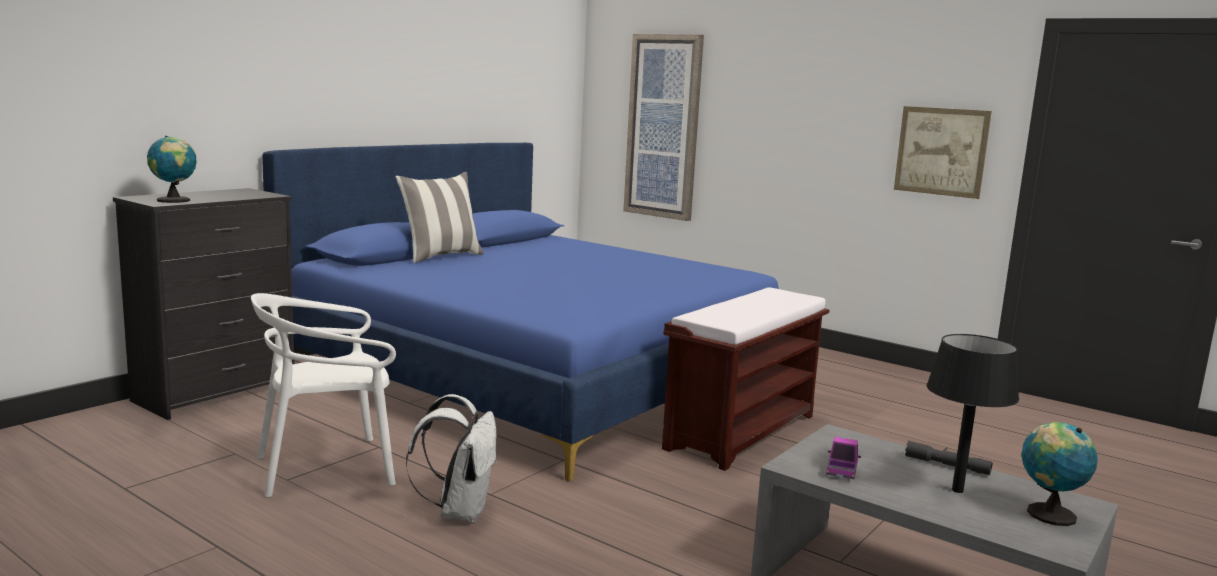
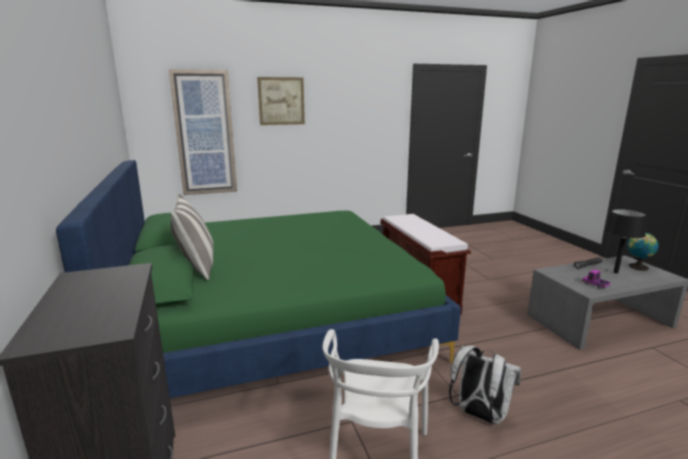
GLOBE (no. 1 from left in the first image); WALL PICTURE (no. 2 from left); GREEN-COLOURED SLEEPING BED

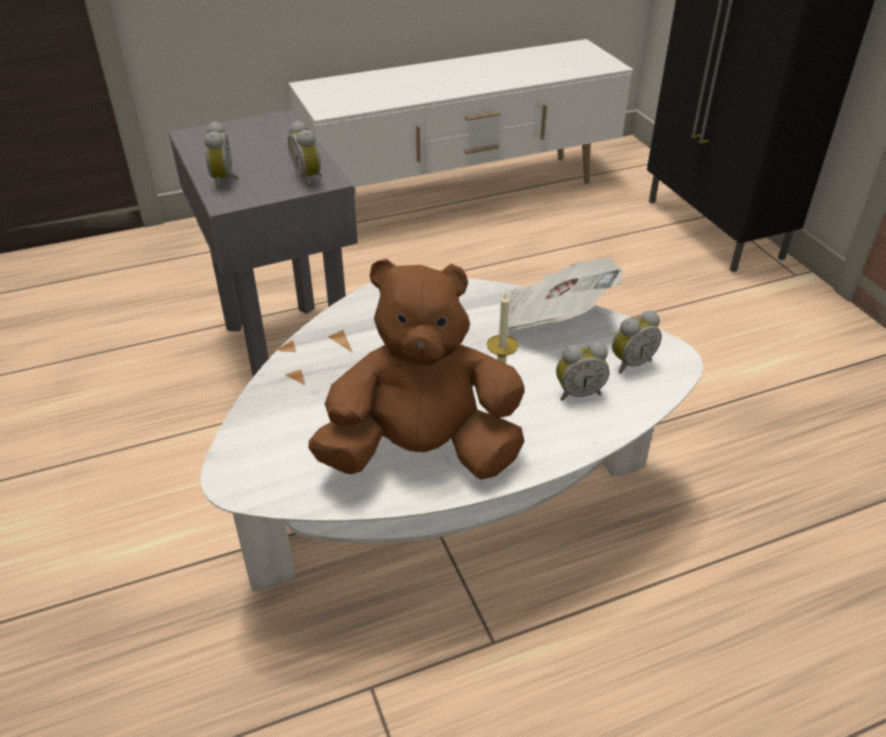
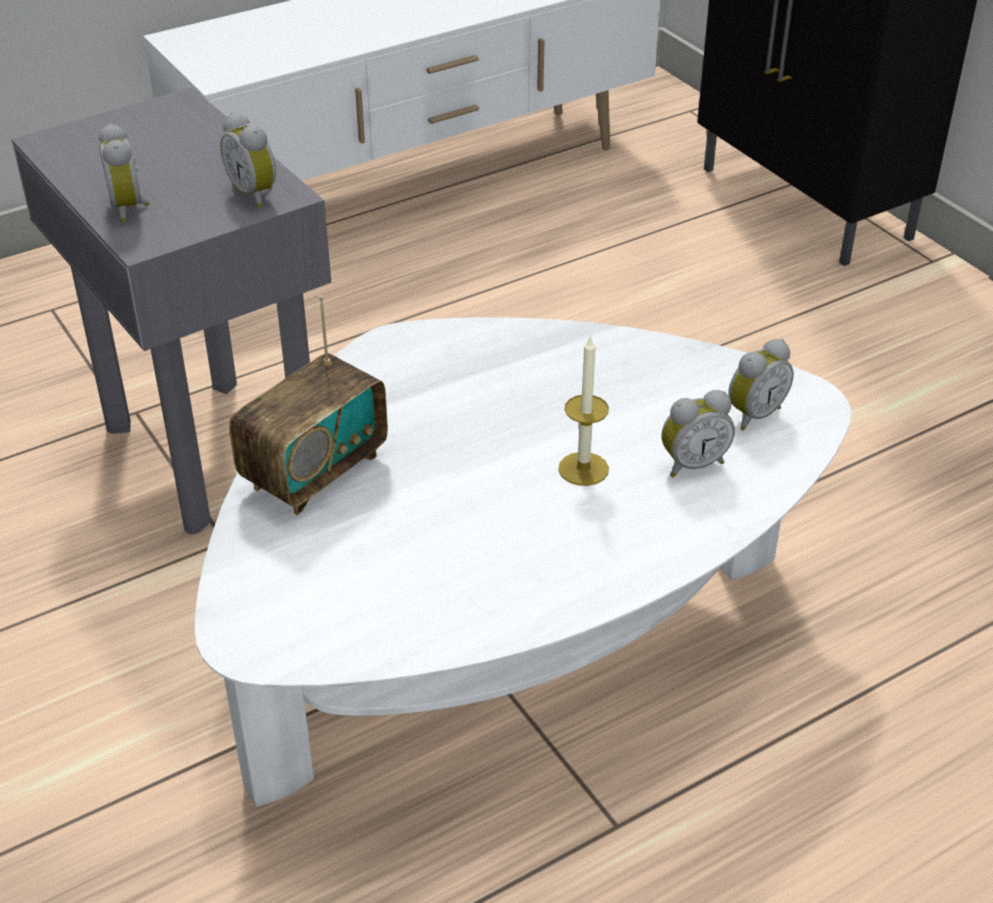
BROWNISH PLUSH TOY; NEWSPAPER; RADIO RECEIVER

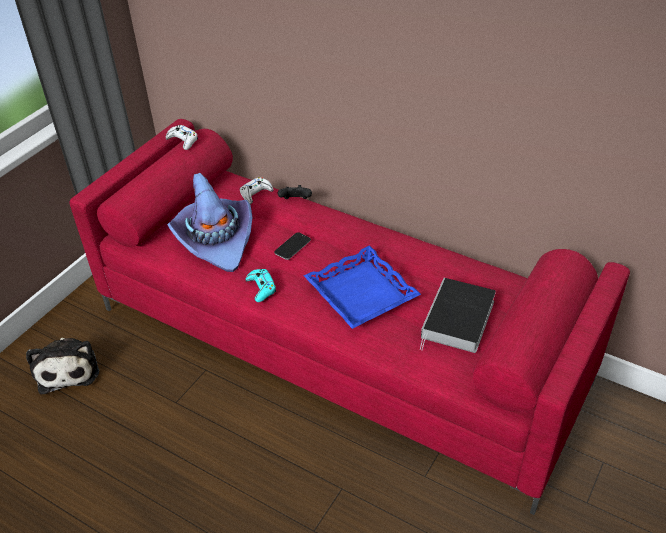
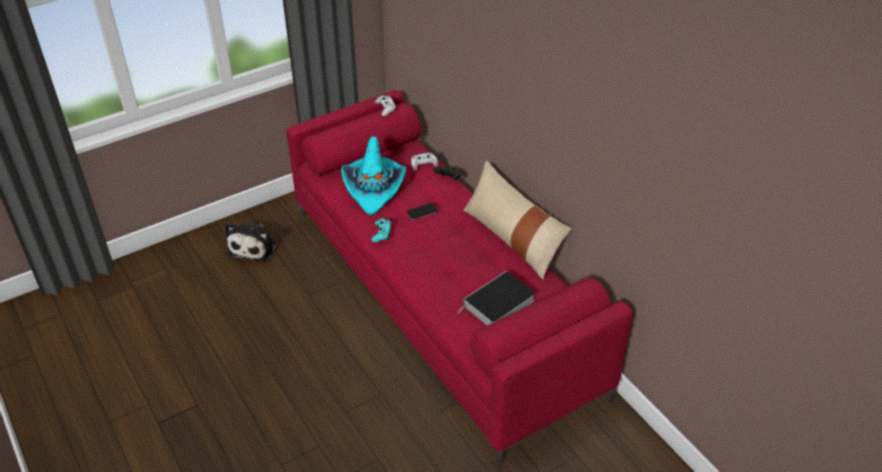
BLUE-COLOURED CARRYING TRAY; SAND-COLOURED PILLOW; TURQUOISE-COLOURED CLOTHING HAT

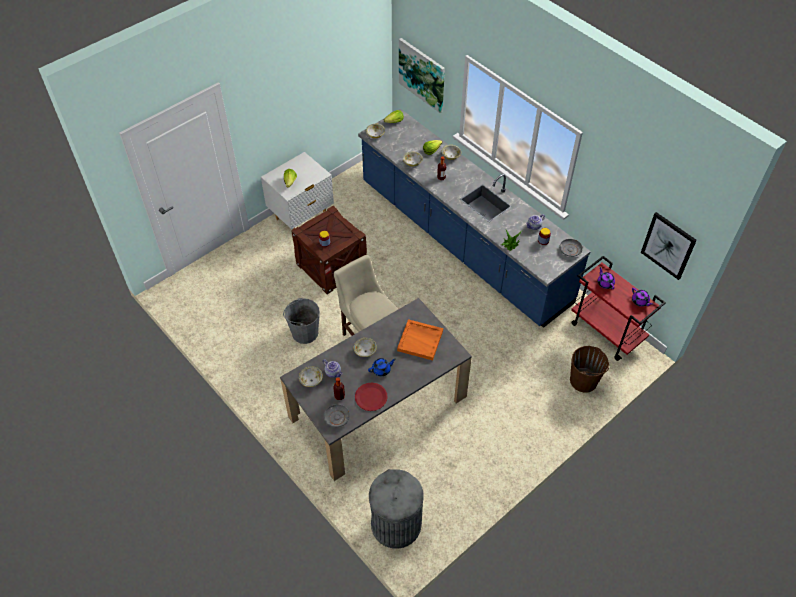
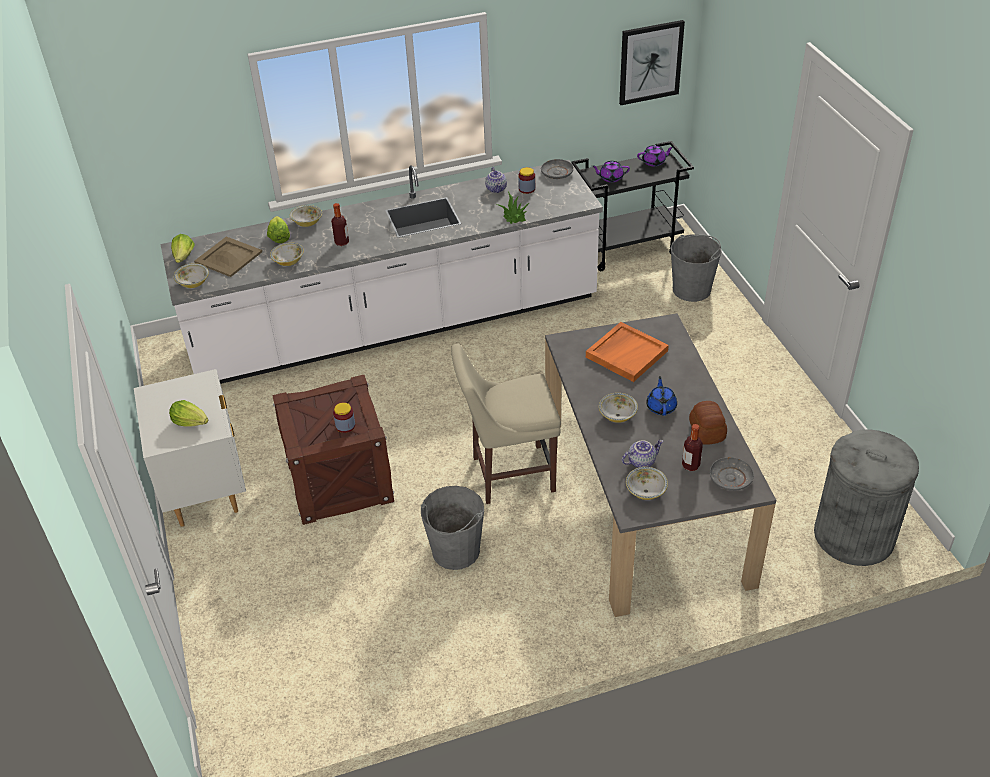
WALL PICTURE (no. 1 from left in the first image); SAND-COLOURED CARRYING TRAY; BAKED BREAD; WHITISH KITCHEN COUNTER; GRAY BUCKET (no. 2 from left); BLACKISH WHEELED CART

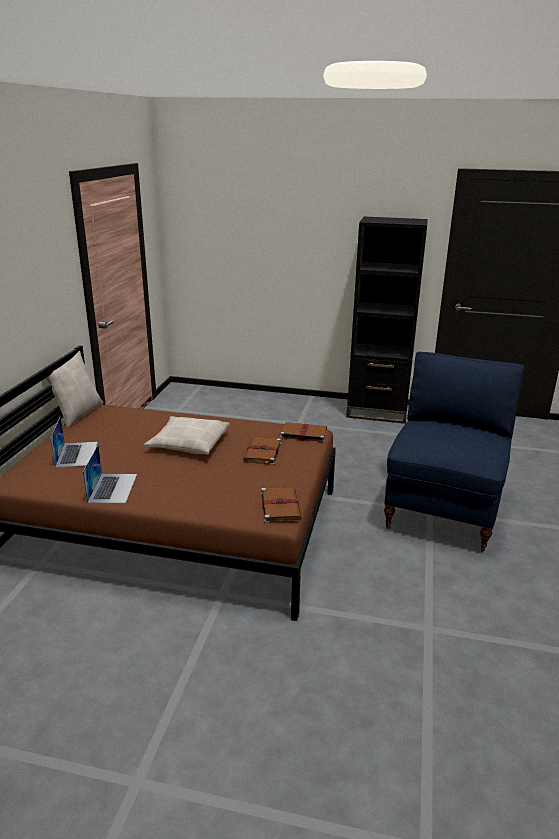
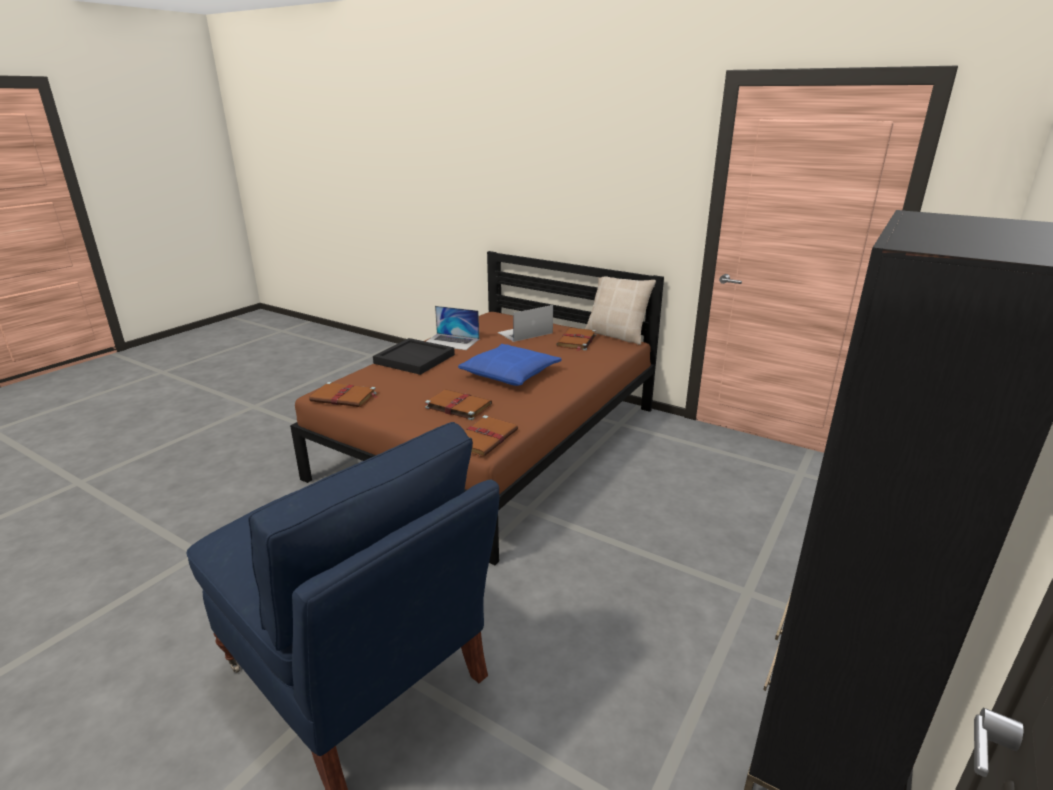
BLACKISH CARRYING TRAY; BROWNISH VOLUME (no. 4 from left); BLUE-COLOURED PILLOW; LAPTOP (no. 2 from left)

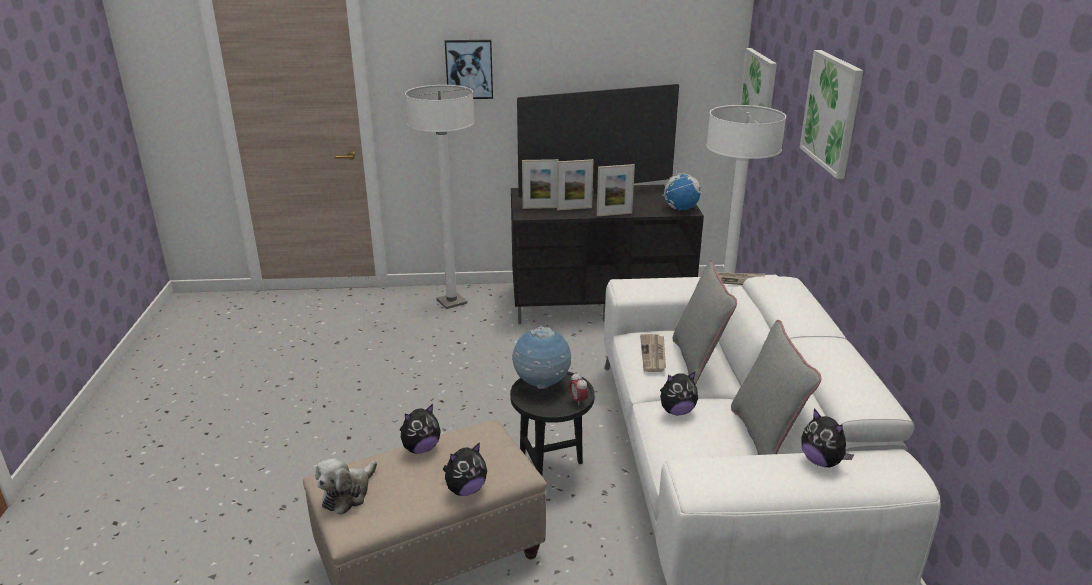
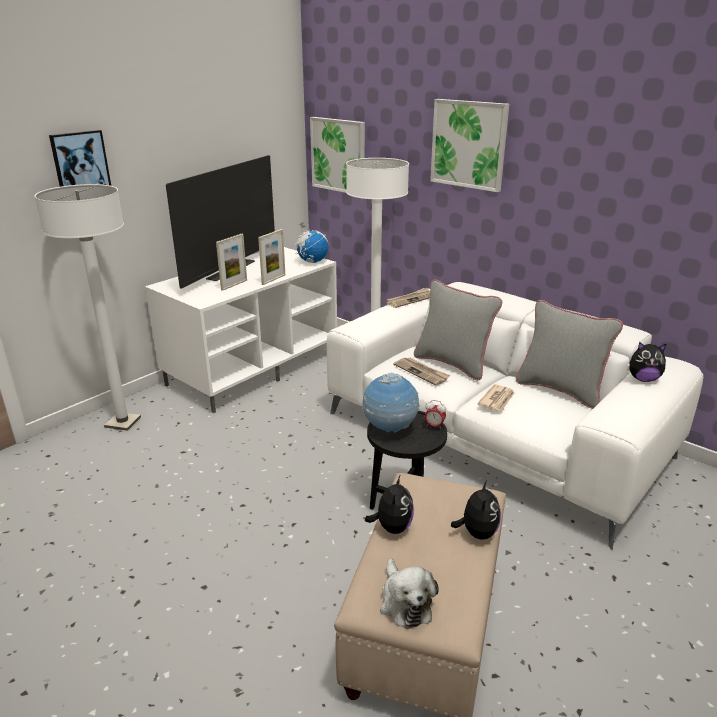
STANDING FRAME (no. 1 from left in the first image); NEWSPAPER (no. 3 from left); WHITISH TV STAND

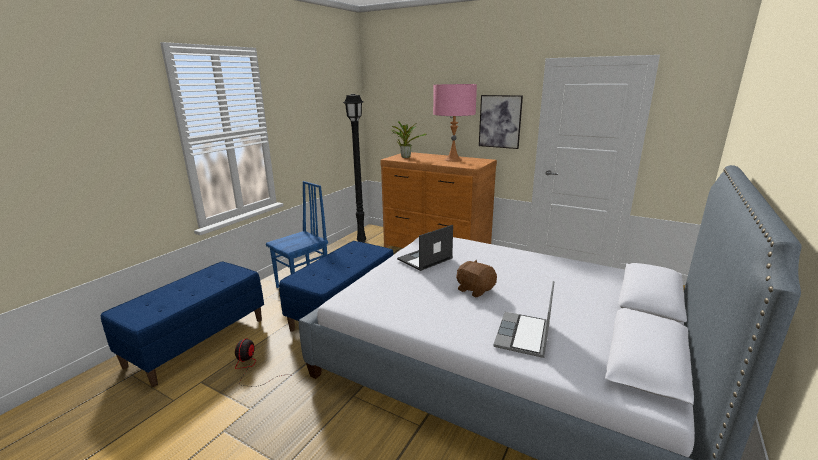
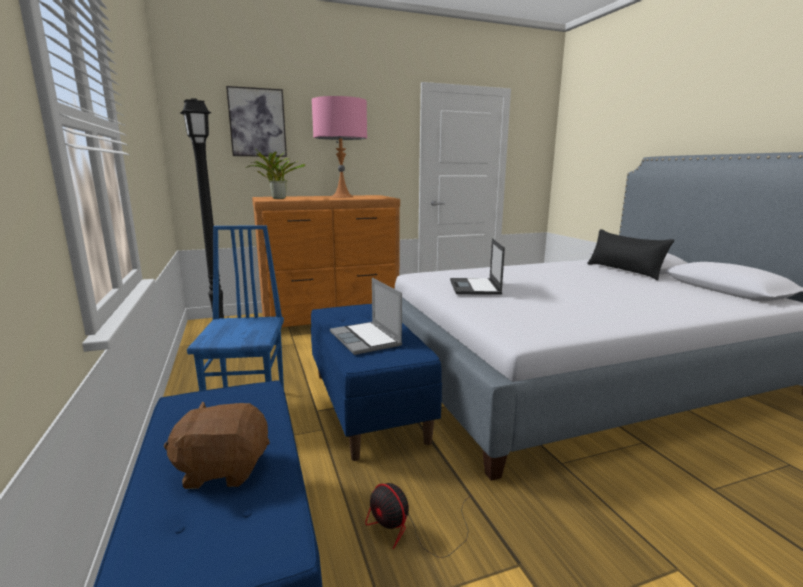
BLACKISH PILLOW; BROWNISH PLUSH TOY; WALL PICTURE; LAPTOP (no. 1 from left)

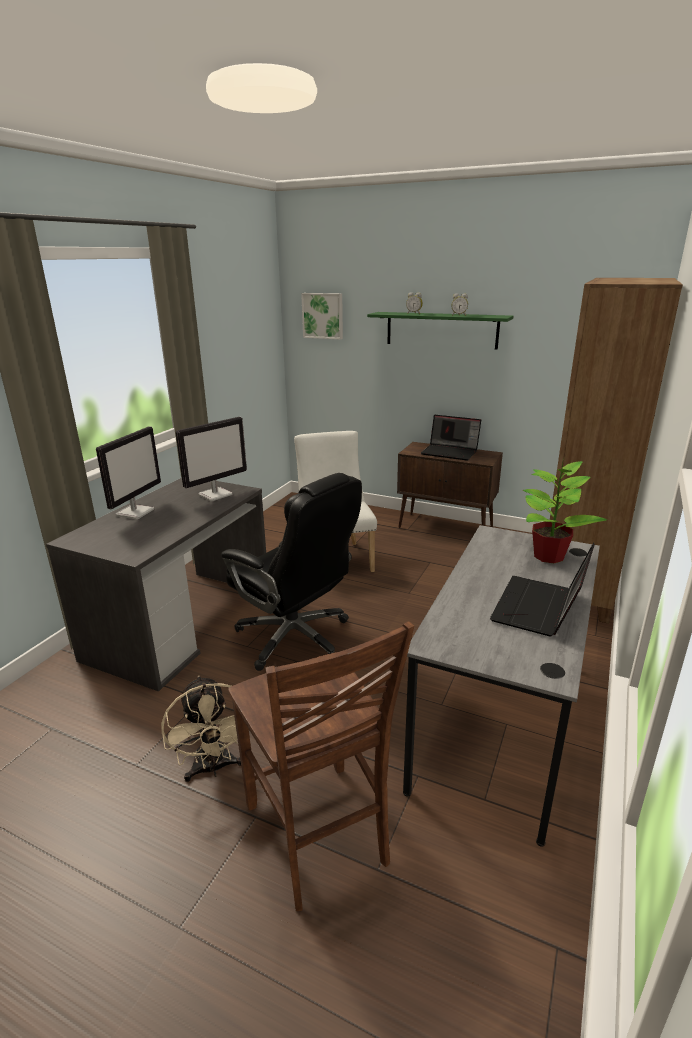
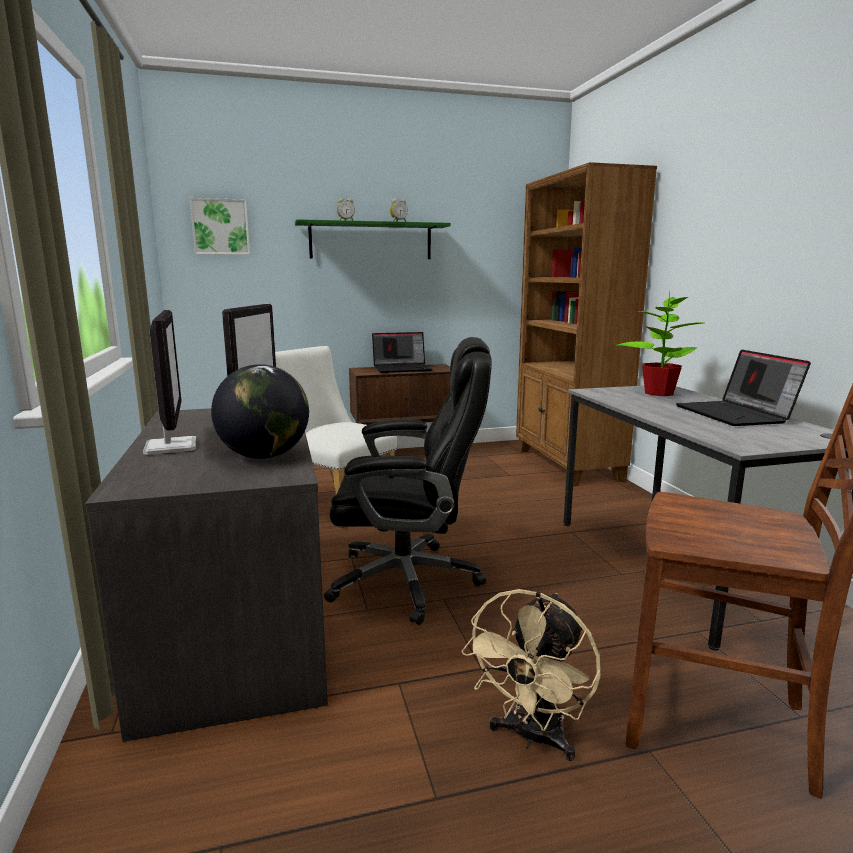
GLOBE; SAND-COLOURED ELECTRIC FAN

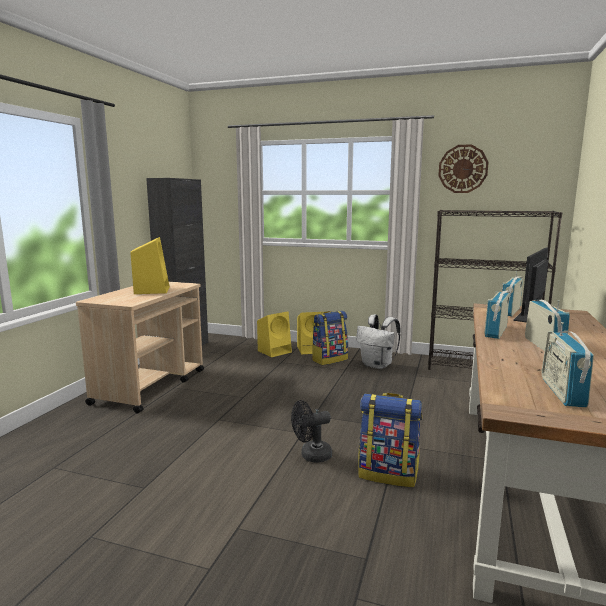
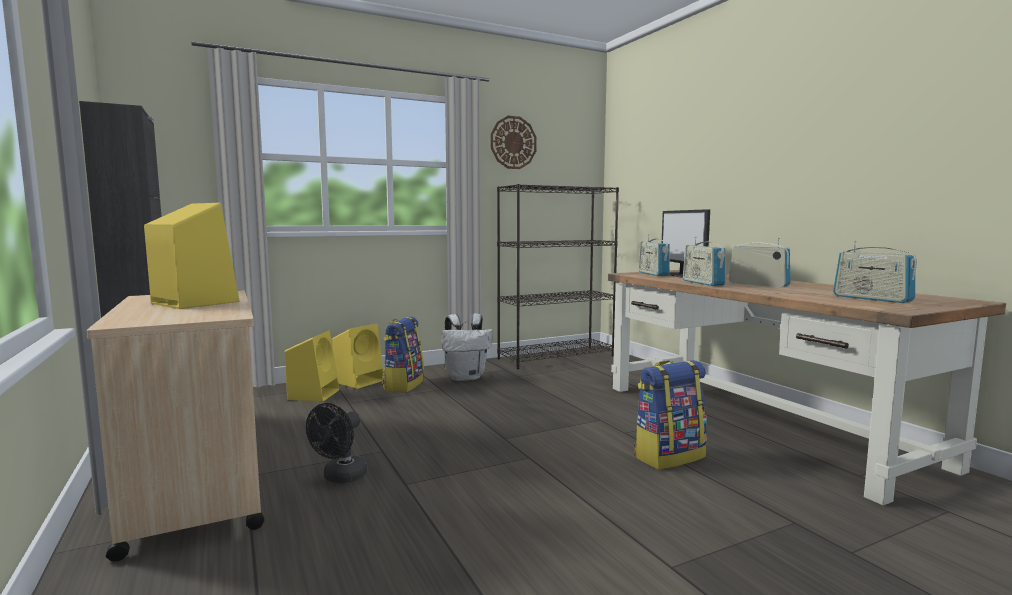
BLACKISH ELECTRIC FAN

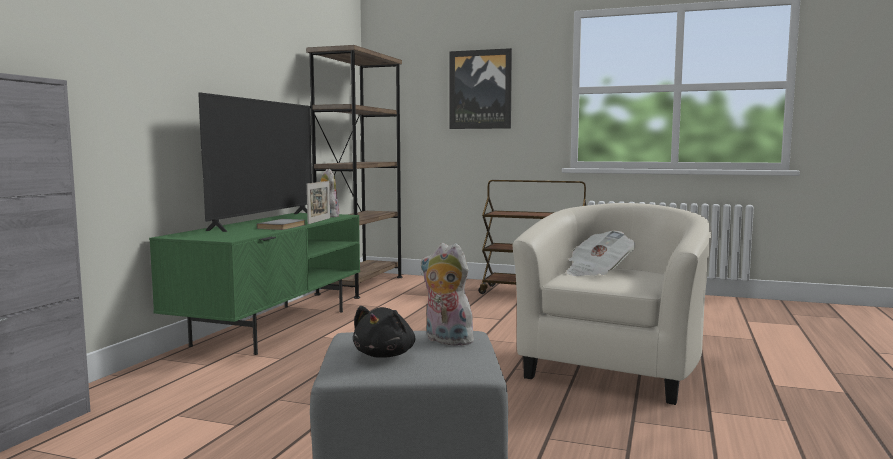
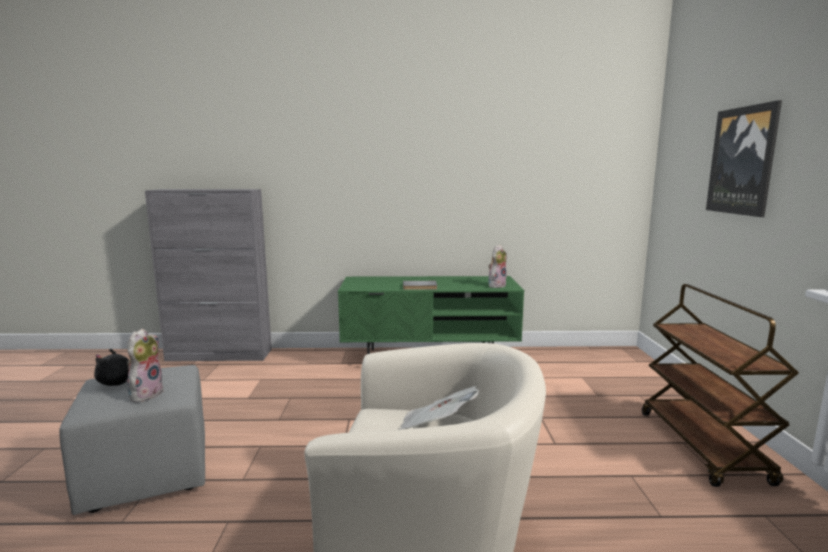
TELEVISION; BROWNISH SHELVING UNIT; STANDING FRAME

